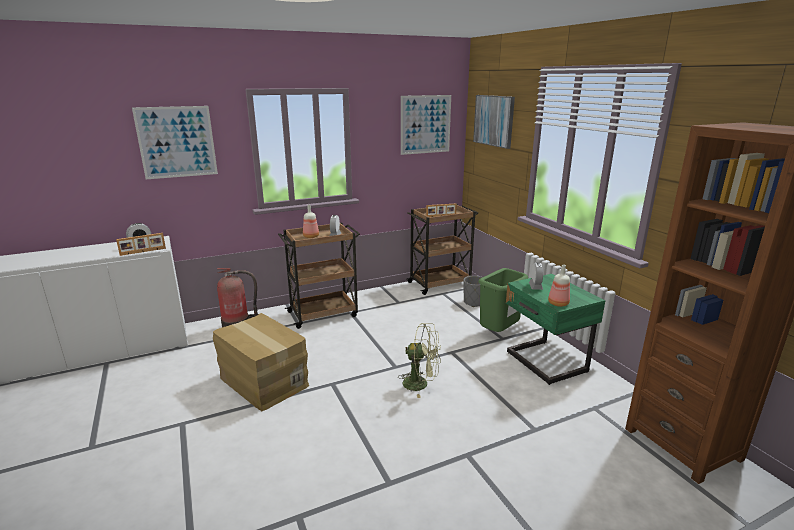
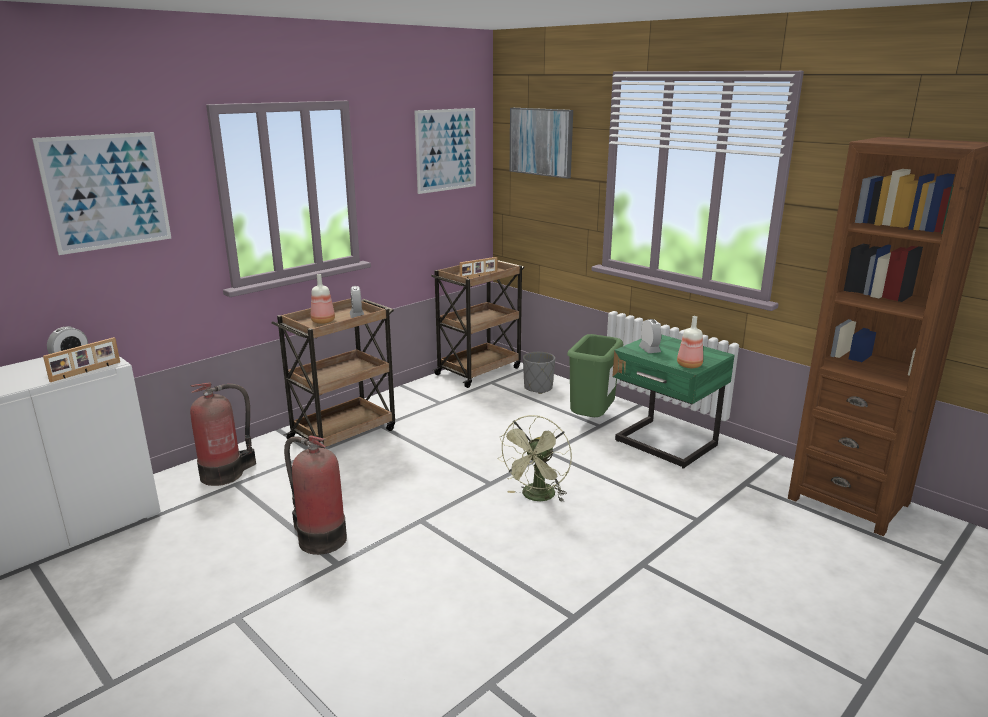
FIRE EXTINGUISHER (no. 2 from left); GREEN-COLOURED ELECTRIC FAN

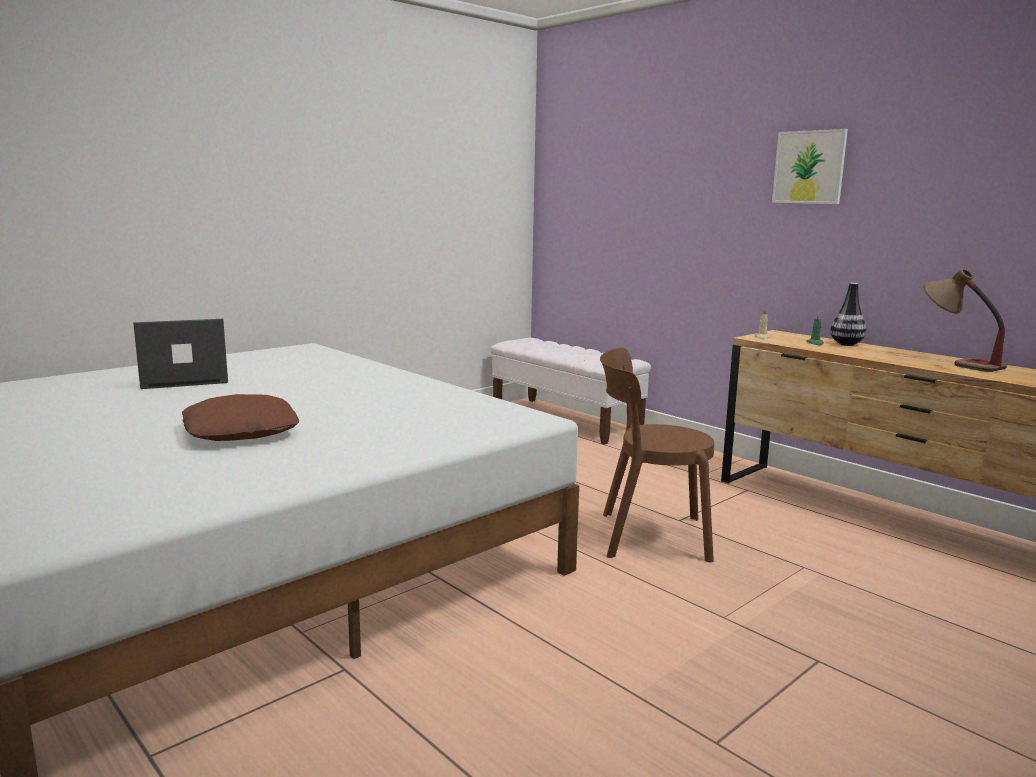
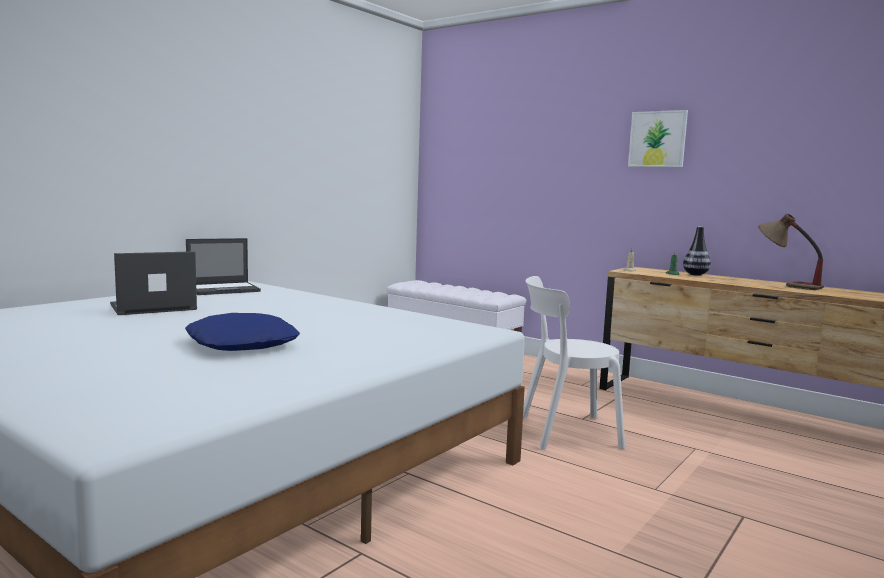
LAPTOP (no. 2 from left); BLUE-COLOURED PILLOW; WHITISH PLAIN CHAIR

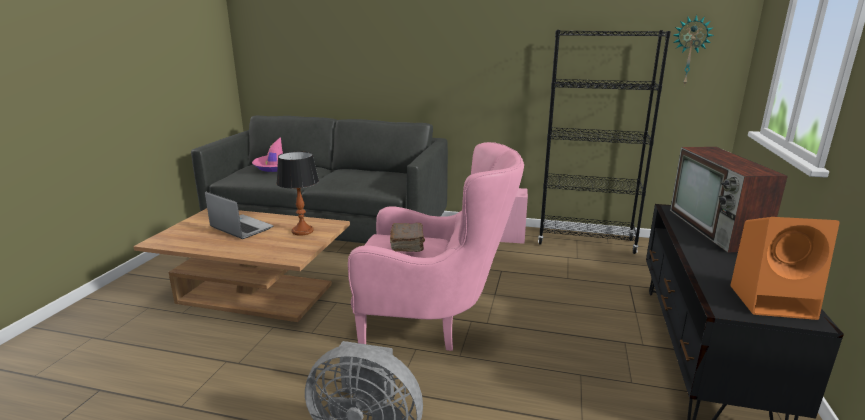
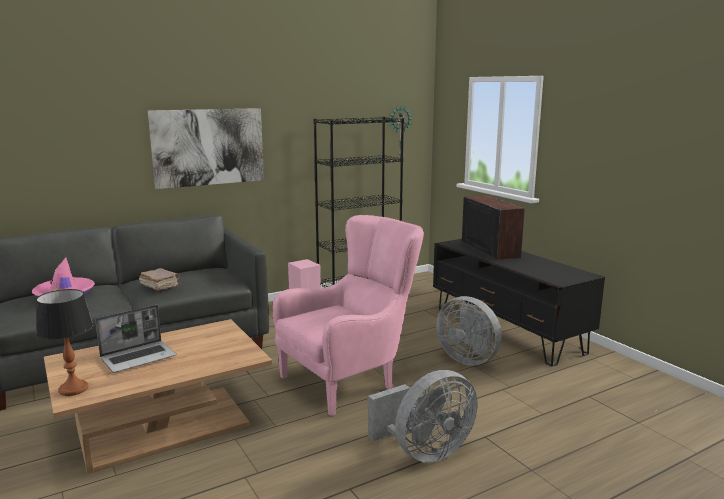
ORANGE SPEAKER; WALL PICTURE; GRAY ELECTRIC FAN (no. 2 from left); LAMP FOR A TABLE; BROWNISH VOLUME; LAPTOP; TELEVISION

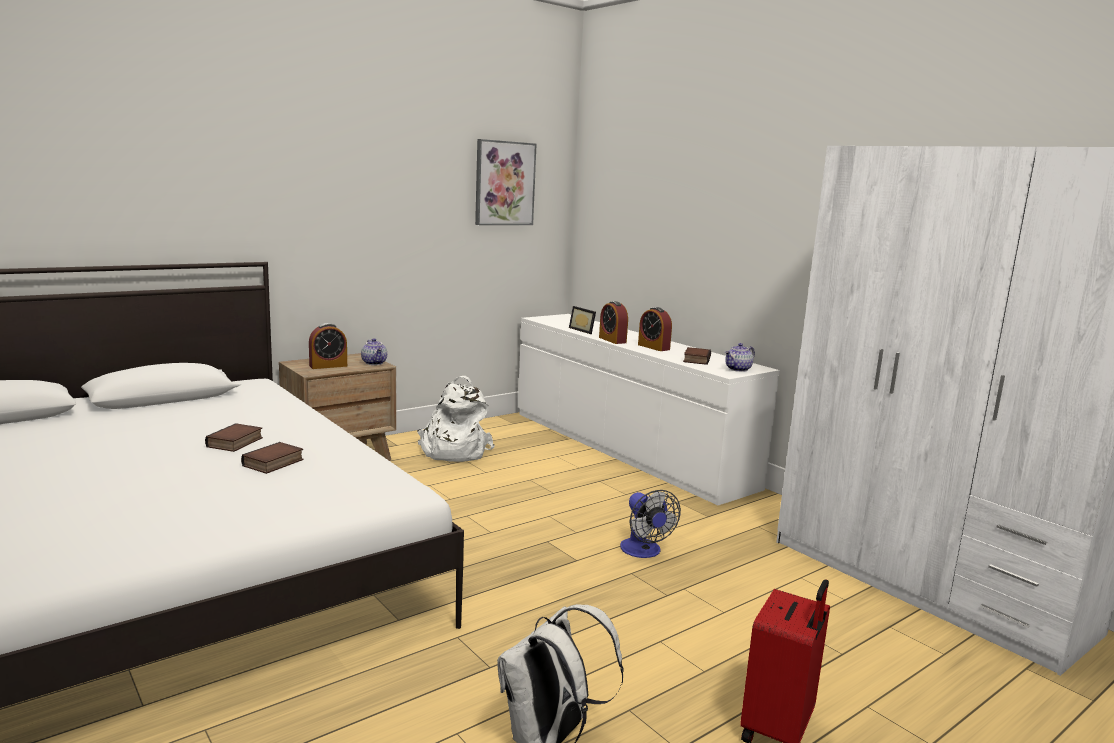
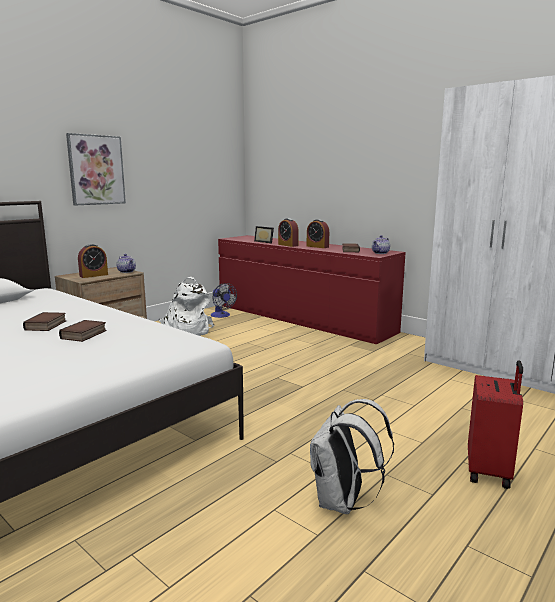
WALL PICTURE; ELECTRIC FAN; RED-COLOURED DRAWER CHEST

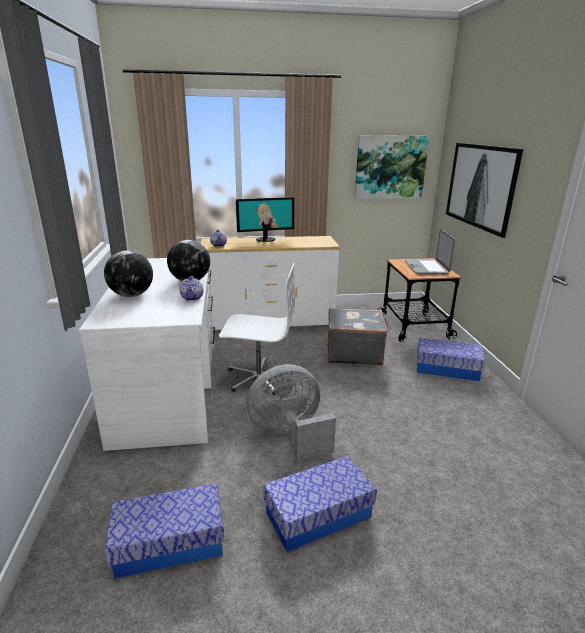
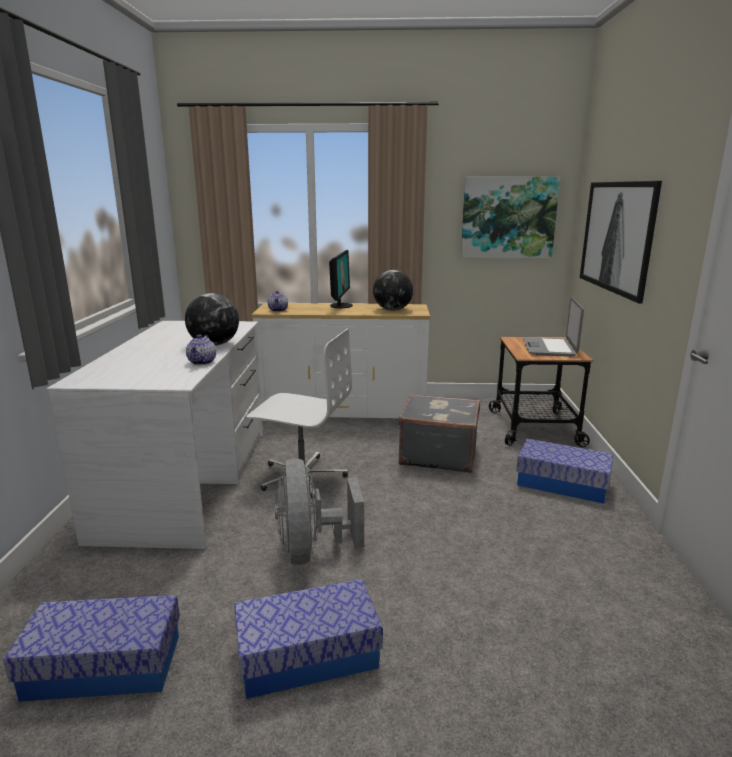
GLOBE (no. 2 from left); COMPUTER SCREEN; GRAY ELECTRIC FAN

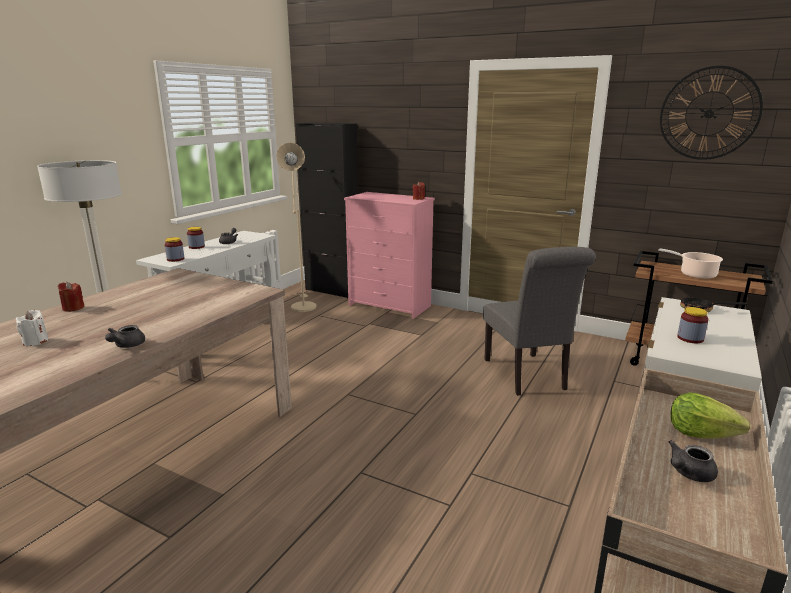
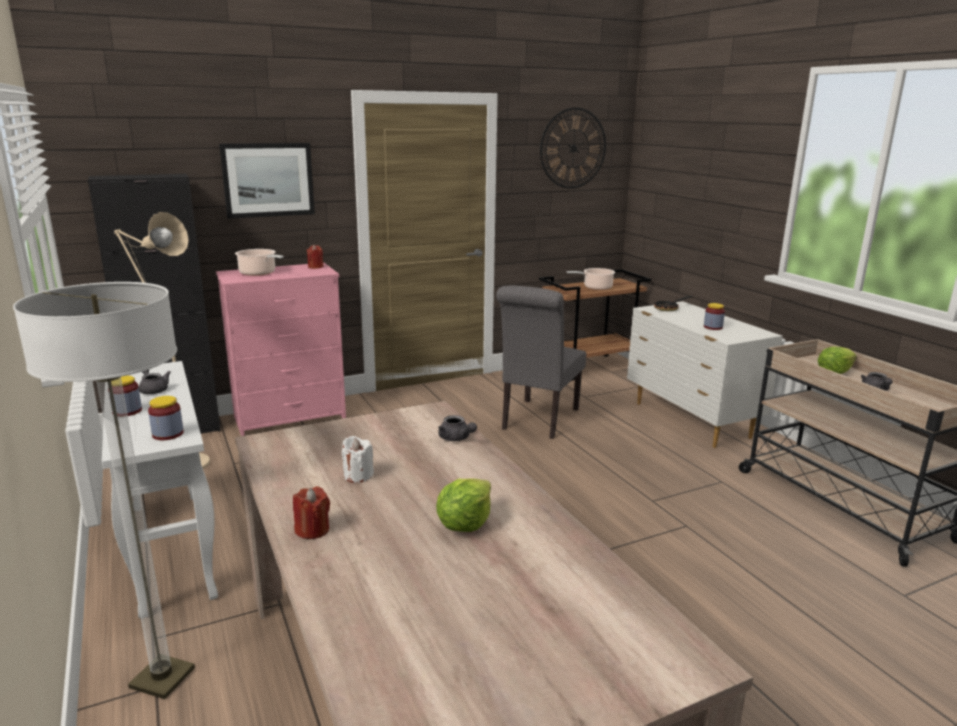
WALL PICTURE; COOKING POT (no. 1 from left); LETTUCE (no. 1 from left); WHITISH WAX LIGHT; GRAY TEAPOT (no. 2 from left); GRAY PLAIN CHAIR

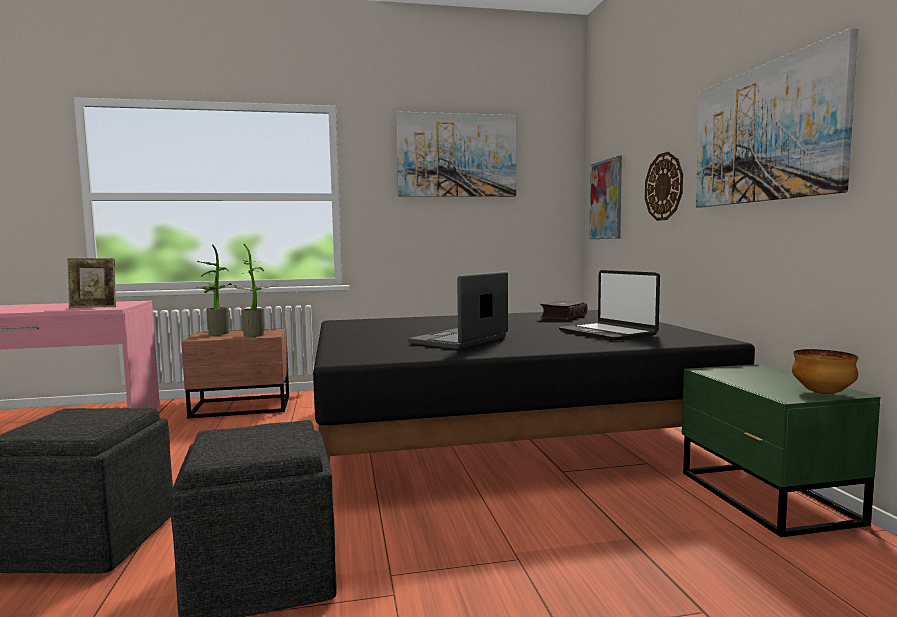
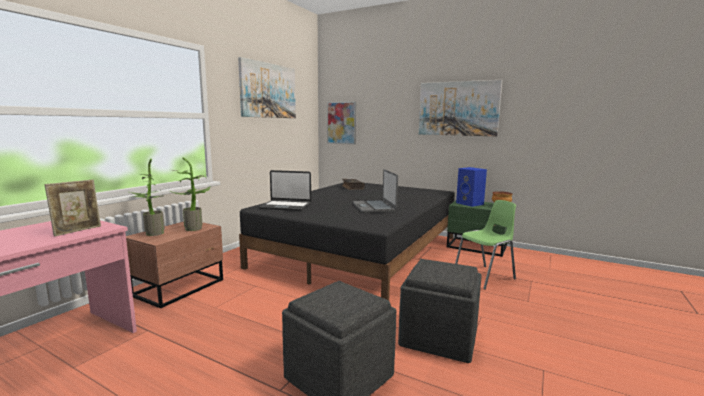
WALL CLOCK; GREEN-COLOURED PLAIN CHAIR; BLUE-COLOURED SPEAKER; LAPTOP (no. 1 from left)

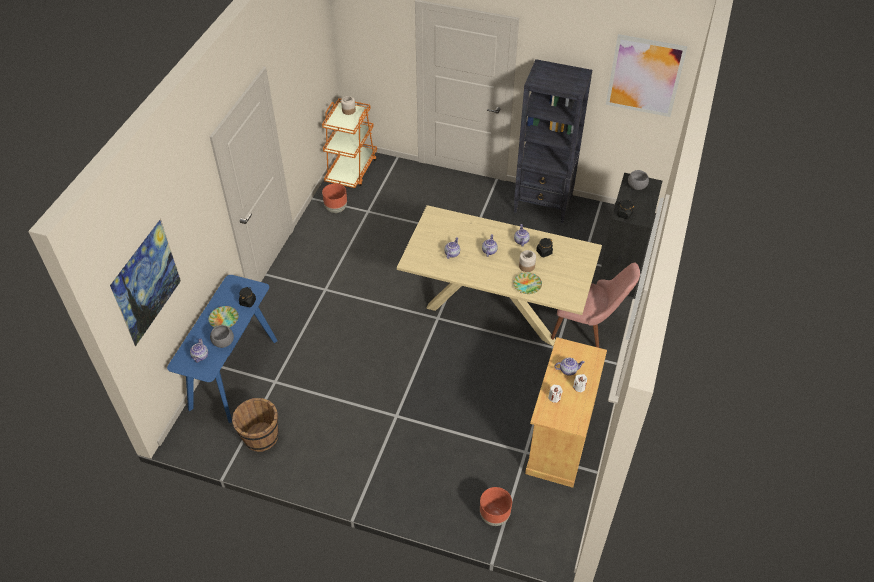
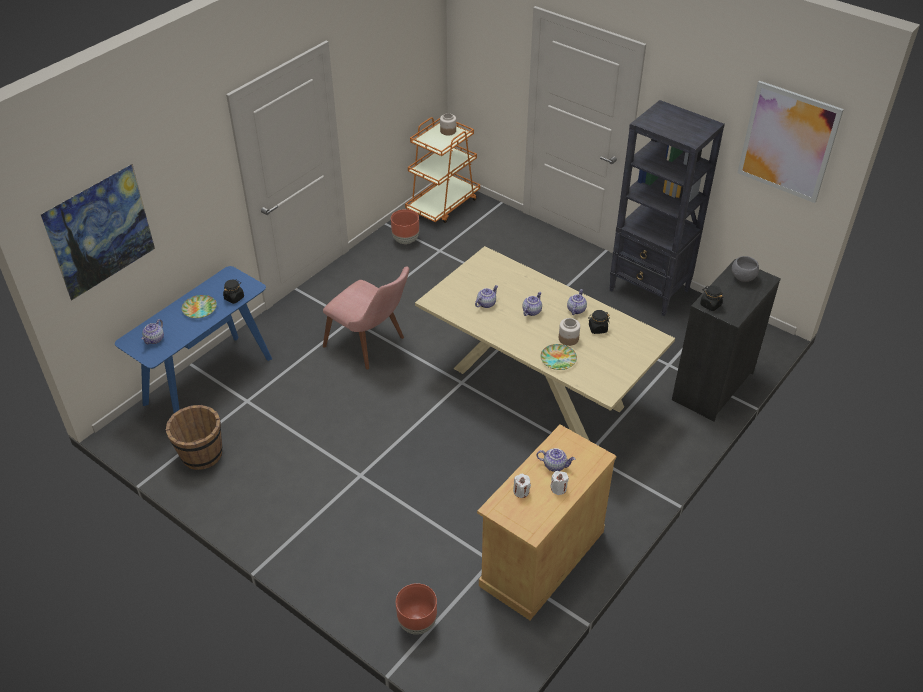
GRAY SERVING BOWL (no. 1 from left in the first image); PINKISH PLAIN CHAIR

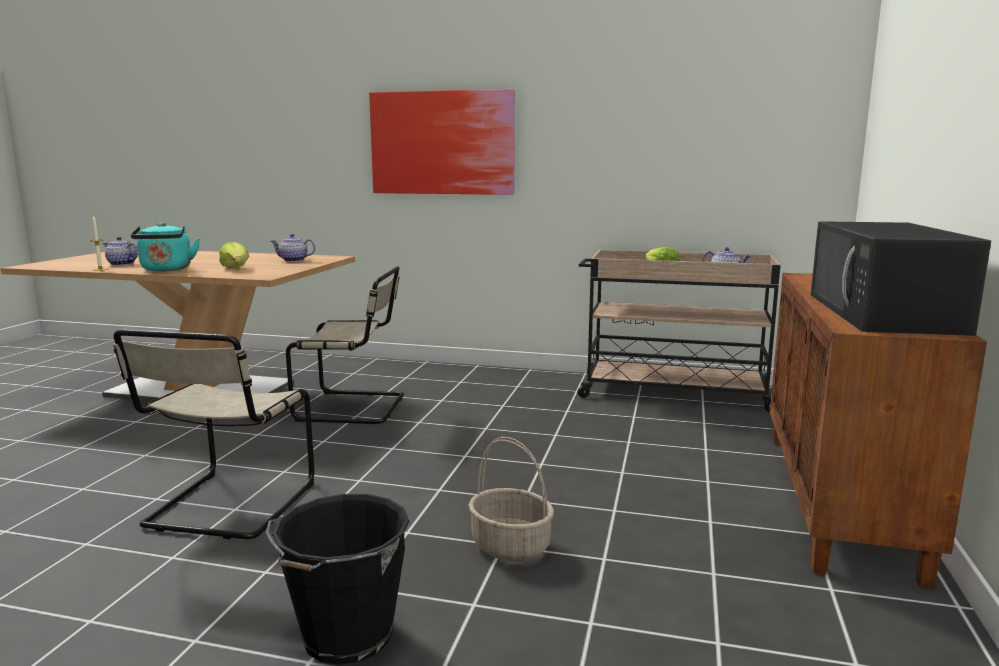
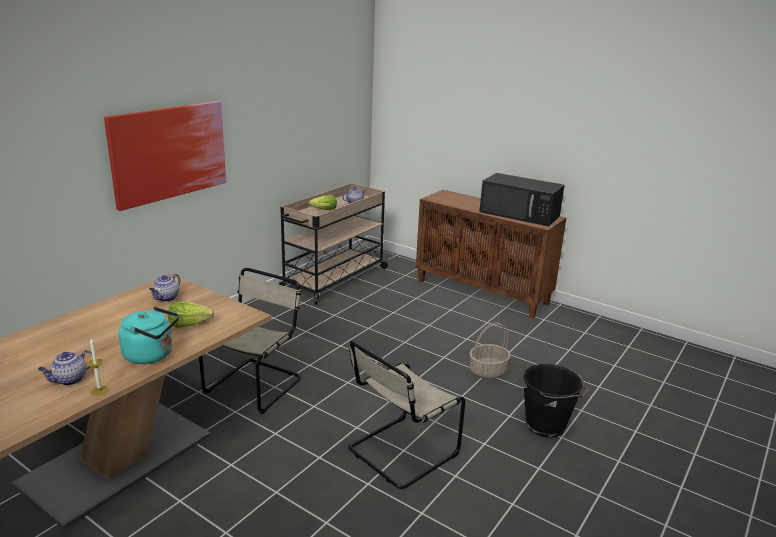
SAND-COLOURED PLAIN CHAIR (no. 2 from left)

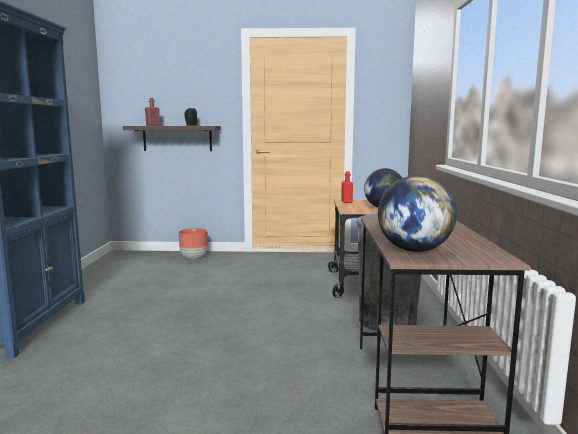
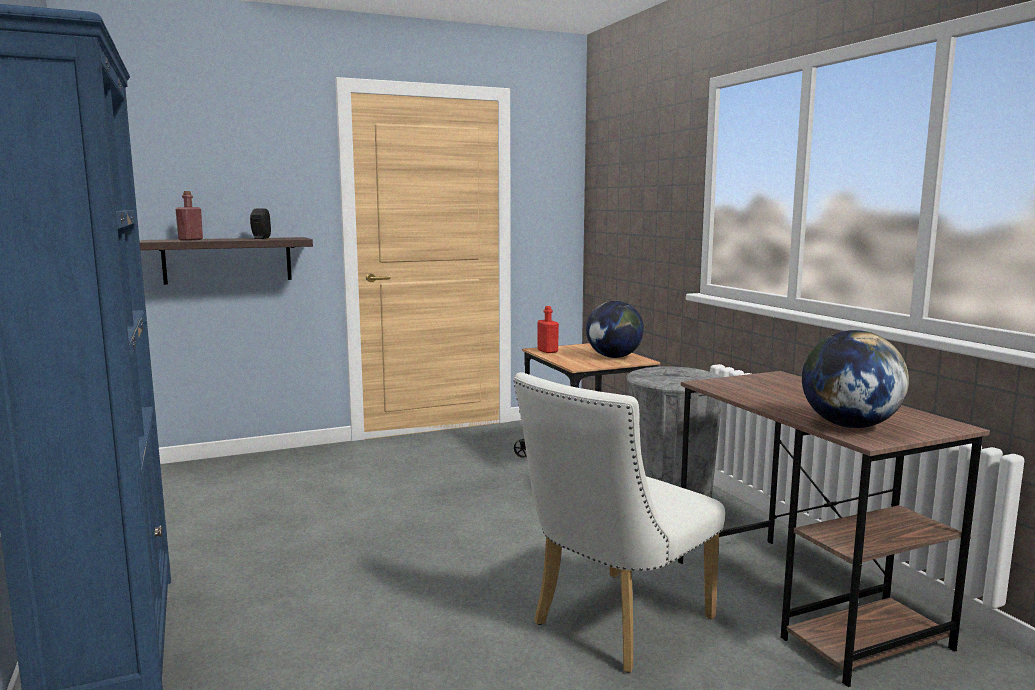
BROWNISH PLANT POT; WHITISH PLAIN CHAIR

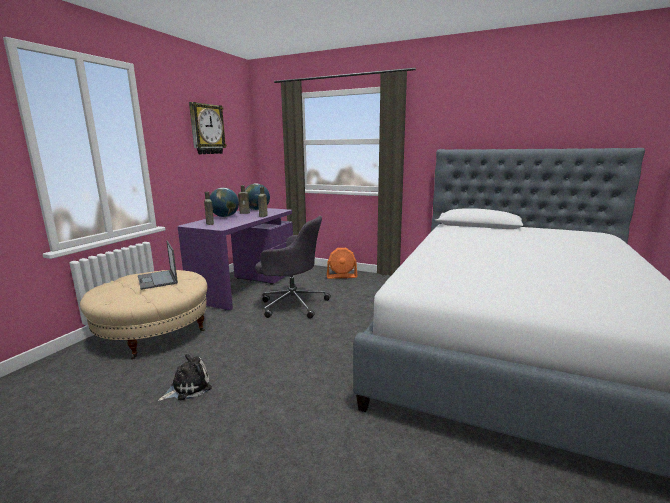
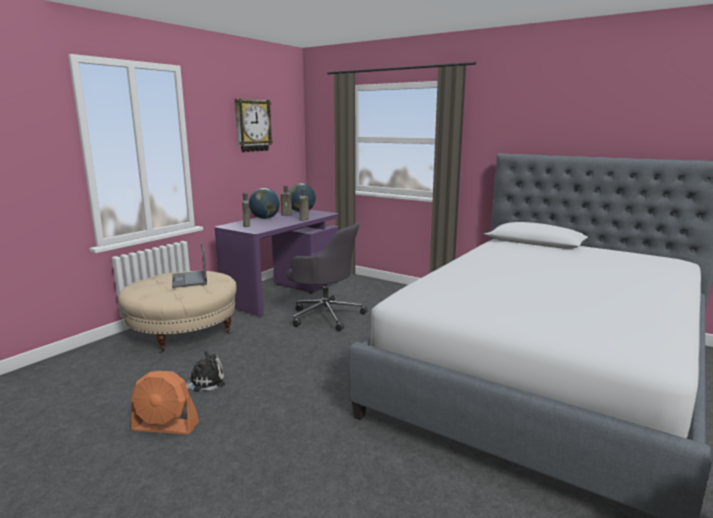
ORANGE ELECTRIC FAN

